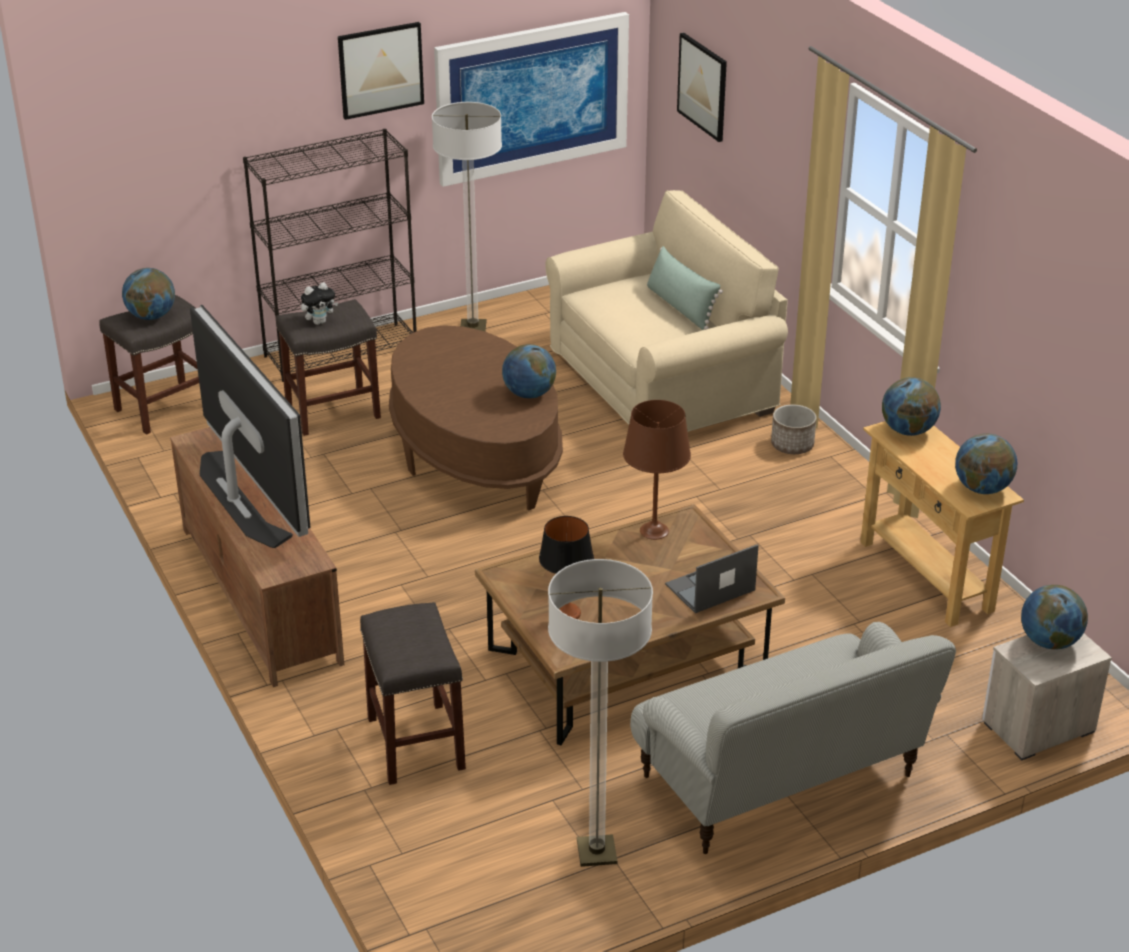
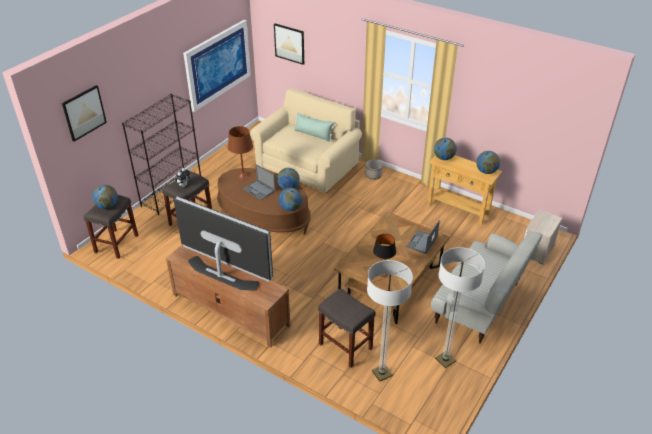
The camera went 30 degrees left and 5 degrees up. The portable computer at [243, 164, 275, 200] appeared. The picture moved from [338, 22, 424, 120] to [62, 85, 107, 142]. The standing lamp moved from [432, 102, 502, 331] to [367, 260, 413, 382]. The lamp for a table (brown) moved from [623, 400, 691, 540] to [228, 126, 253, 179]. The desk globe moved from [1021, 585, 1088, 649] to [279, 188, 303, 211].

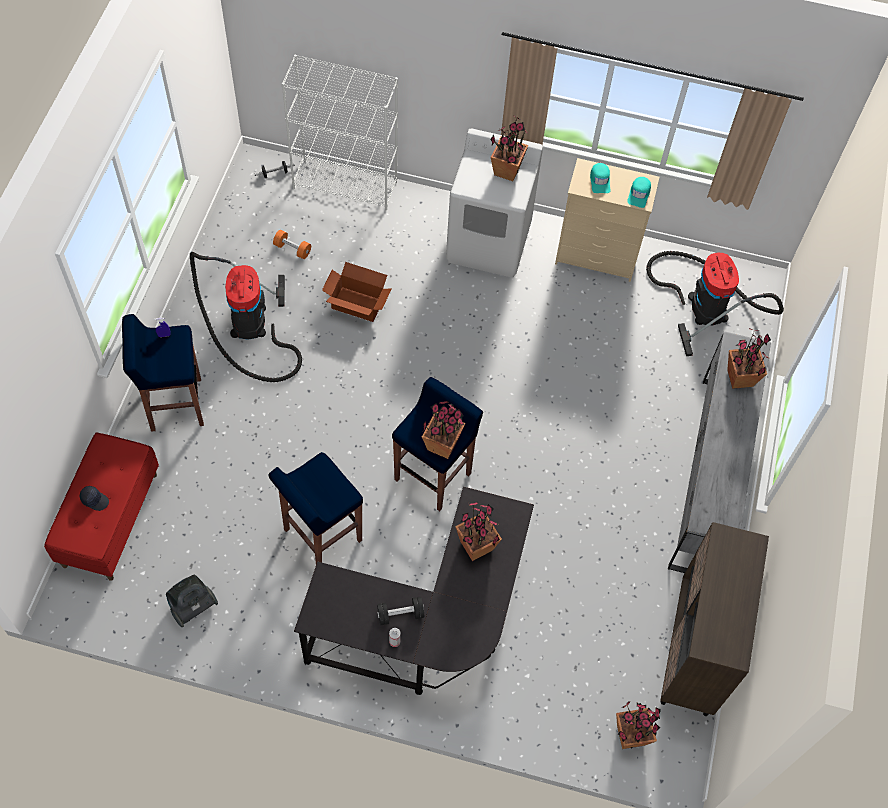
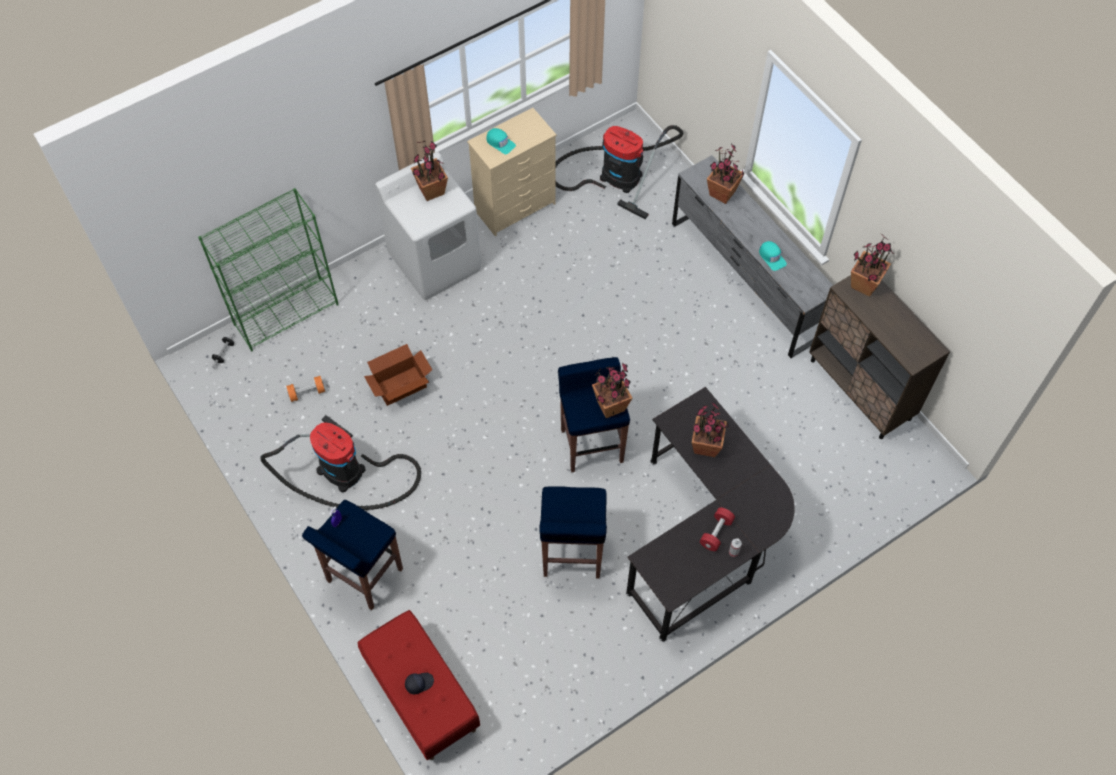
The camera went 45 degrees left and 0 degrees up. The vacuum at [166, 575, 218, 627] disappeared. The plant in a pot moved from [616, 702, 661, 749] to [851, 234, 894, 297]. The baseball cap (turquoise-coloured) moved from [627, 177, 651, 208] to [759, 241, 787, 271]. The shelving unit (white-coloured) at [282, 55, 398, 210] became the shelving unit (green) at [198, 188, 339, 352]. The free weight (black-coloured) at [377, 597, 424, 625] became the free weight (reddish) at [700, 507, 735, 551].

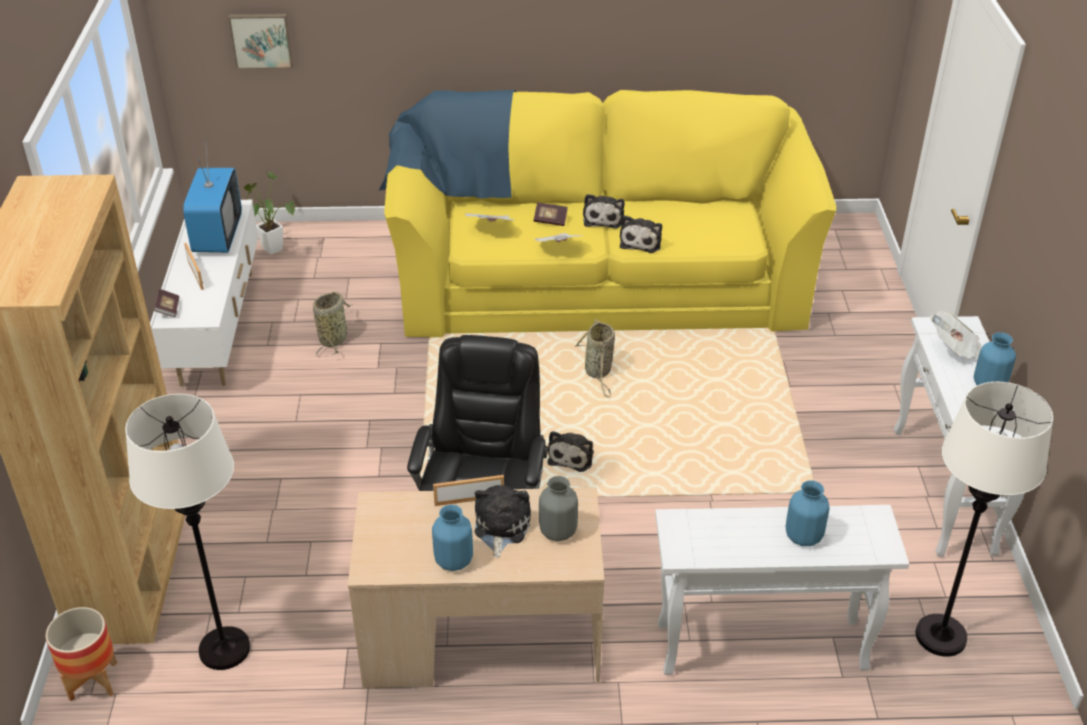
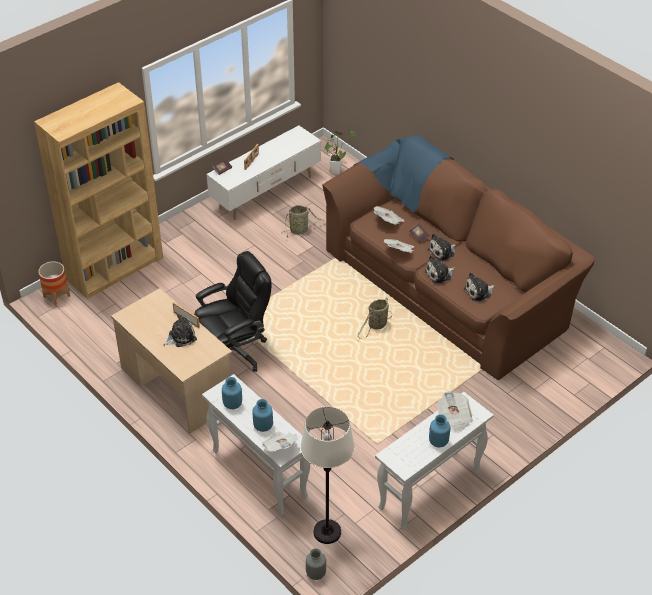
The camera went 50 degrees right and 5 degrees up. The standing lamp (white-coloured) at [125, 394, 250, 670] disappeared. The TV at [183, 141, 242, 253] disappeared. The picture at [228, 14, 293, 69] disappeared. The printed paper at [262, 432, 298, 452] appeared. The vase (blue-coloured) moved from [432, 504, 473, 571] to [222, 377, 242, 409]. The vase (grey) moved from [539, 476, 578, 541] to [306, 548, 326, 580]. The plush toy moved from [547, 431, 594, 472] to [464, 272, 495, 302]. The sofa (yellow-coloured) at [378, 90, 836, 337] became the sofa (brown) at [322, 135, 595, 381].

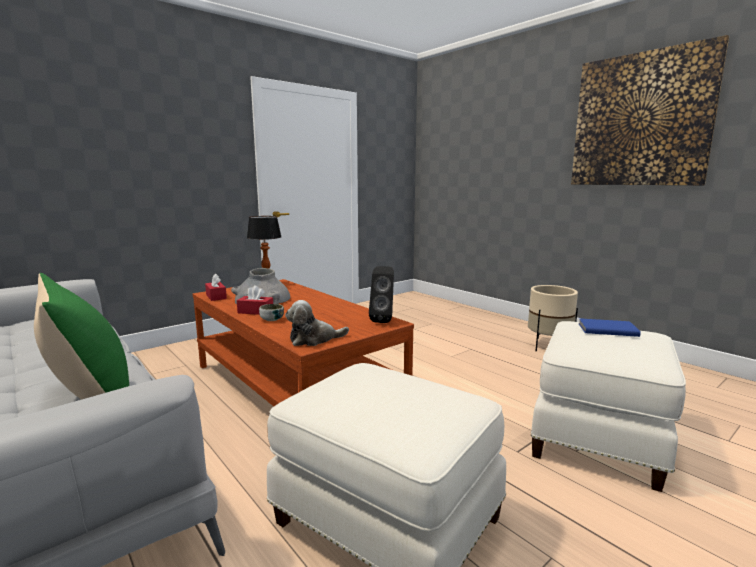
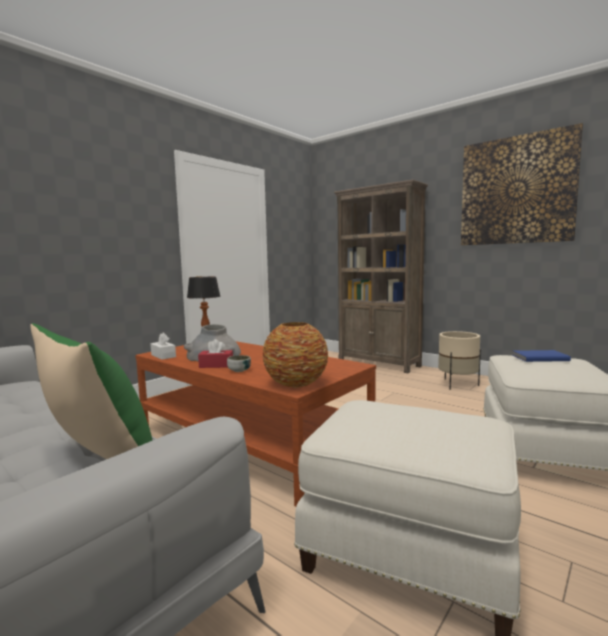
The camera went 10 degrees left and 5 degrees down. The loudspeaker (black-coloured) at [369, 266, 394, 323] disappeared. The shelving unit (brown) at [334, 179, 428, 373] appeared. The plush toy at [285, 300, 349, 346] was replaced by the vase at [262, 322, 329, 388]. The tissue box (reddish) at [205, 273, 227, 301] became the tissue box (white-coloured) at [151, 333, 176, 360].

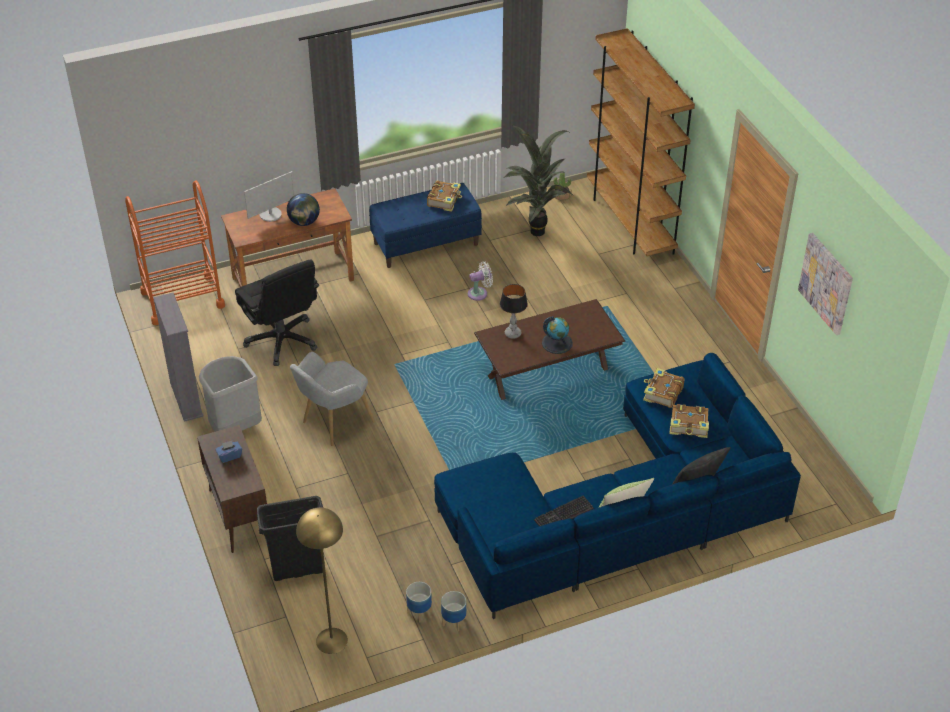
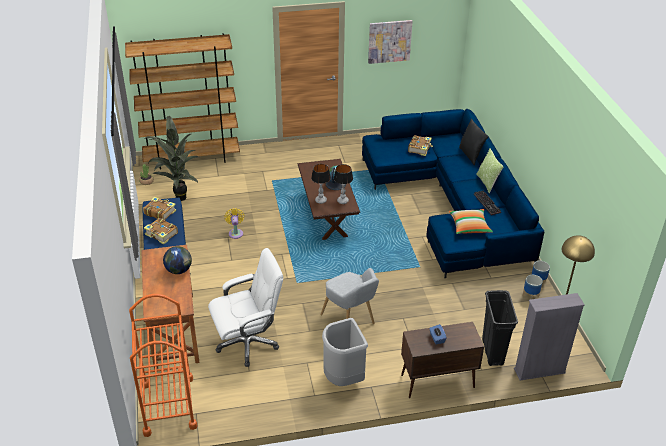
The camera went 80 degrees left and 5 degrees down. The monitor at [244, 171, 295, 222] disappeared. The lamp for a table at [334, 164, 353, 204] appeared. The cushion at [449, 209, 493, 234] appeared. The shelving unit (grey) moved from [153, 293, 204, 422] to [514, 293, 585, 380]. The book moved from [643, 368, 684, 408] to [144, 218, 178, 244]. The desk chair (black-coloured) at [235, 260, 319, 366] became the desk chair (white-coloured) at [208, 248, 283, 367]. The electric fan (white-coloured) at [468, 261, 493, 301] became the electric fan (yellow-coloured) at [224, 208, 244, 239].

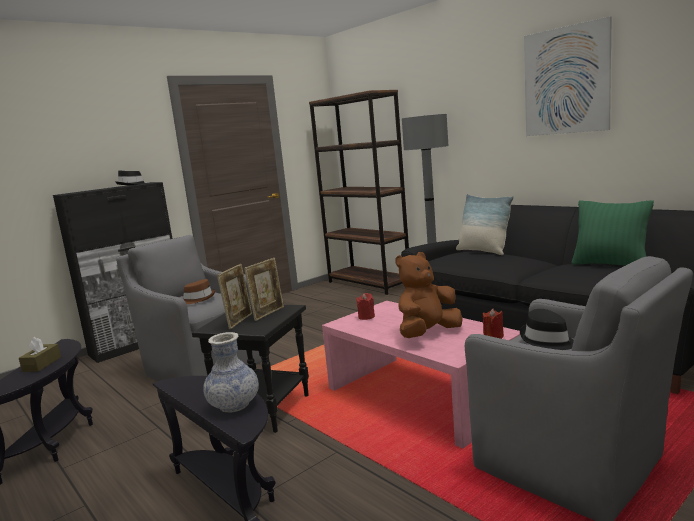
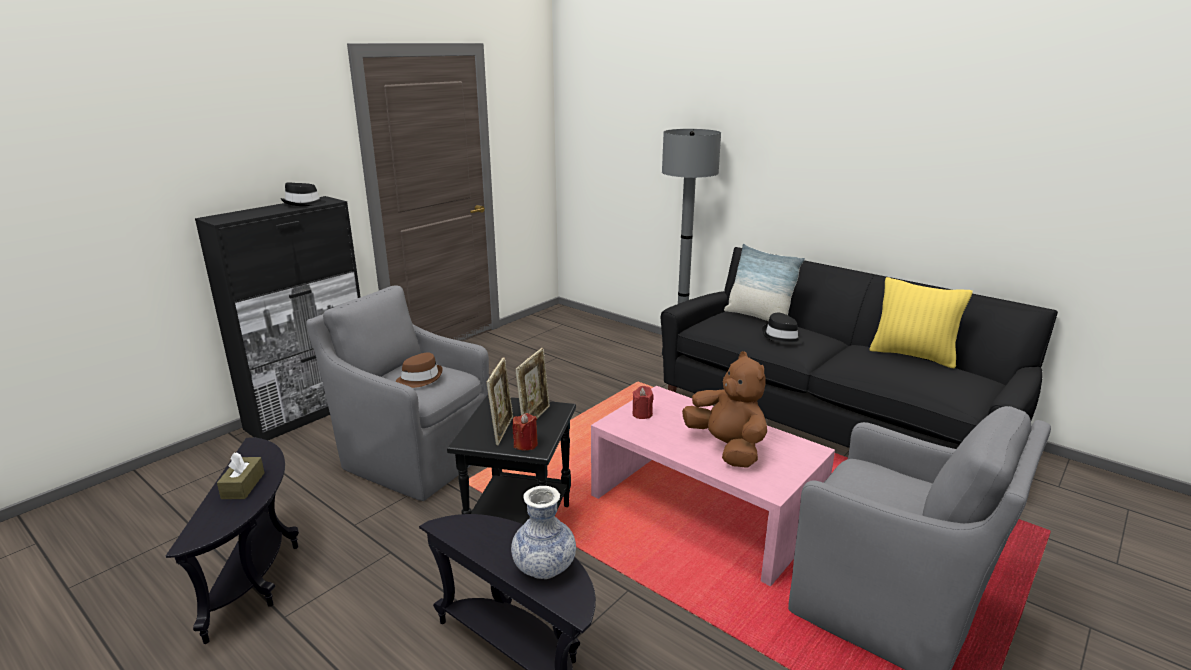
The camera went 10 degrees left and 10 degrees up. The shelving unit (brown) at [309, 90, 409, 295] disappeared. The picture at [524, 16, 612, 136] disappeared. The wax light (reddish) moved from [483, 309, 504, 339] to [513, 413, 538, 451]. The wearable hat (black-coloured) moved from [520, 309, 574, 350] to [762, 313, 803, 345]. The cushion (green) at [572, 200, 654, 266] became the cushion (yellow-coloured) at [869, 277, 973, 368]. The plush toy (brown) at [395, 252, 463, 338] turned 105 degrees clockwise.

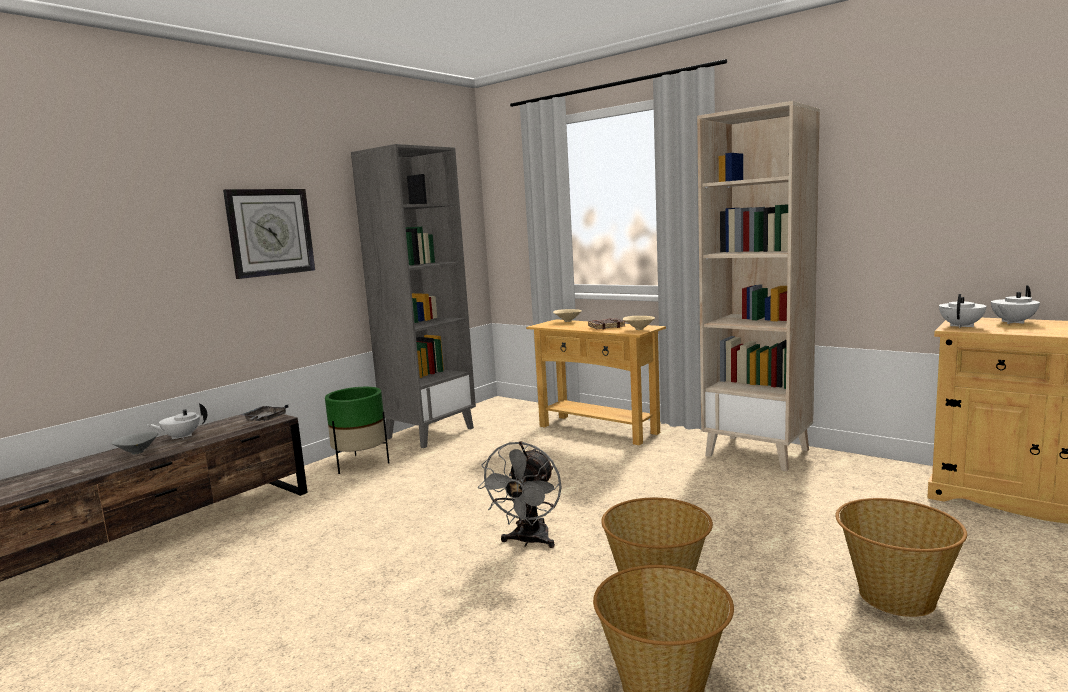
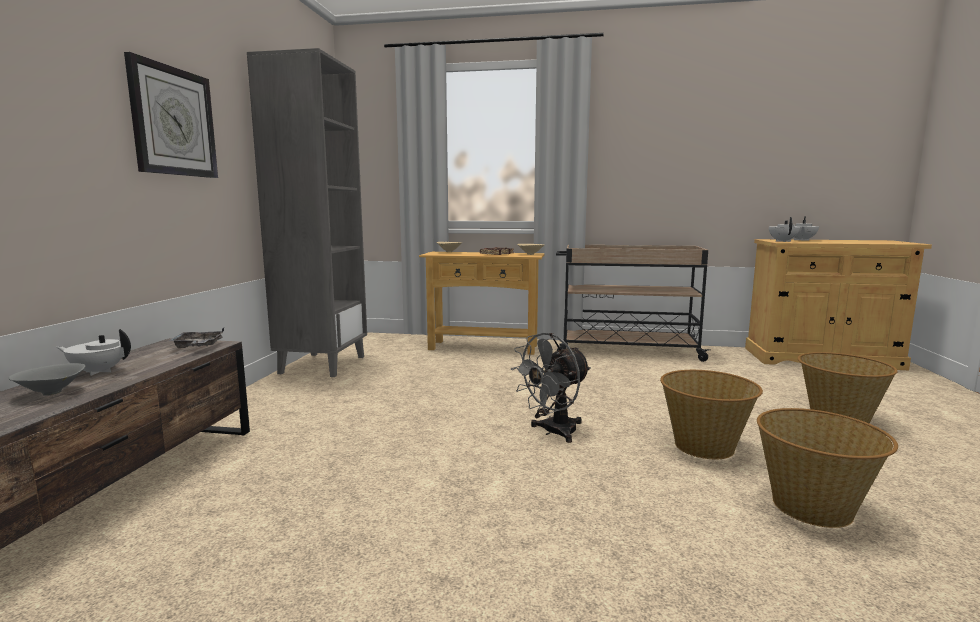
The camera went 30 degrees left and 0 degrees up. The plant pot (green) at [325, 387, 389, 474] disappeared. The shelving unit (beige-coloured) at [697, 101, 820, 471] was replaced by the wheeled cart (beige-coloured) at [556, 245, 710, 362]. The teapot (white-coloured) at [148, 403, 207, 439] turned 60 degrees clockwise. The electric fan (grey) at [478, 441, 562, 548] turned 60 degrees clockwise.

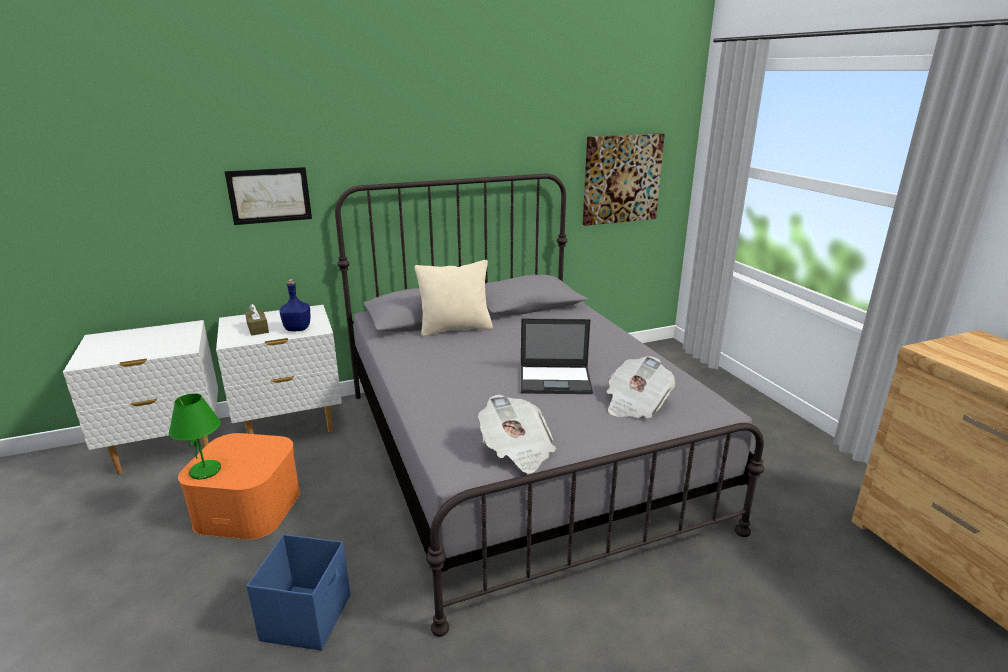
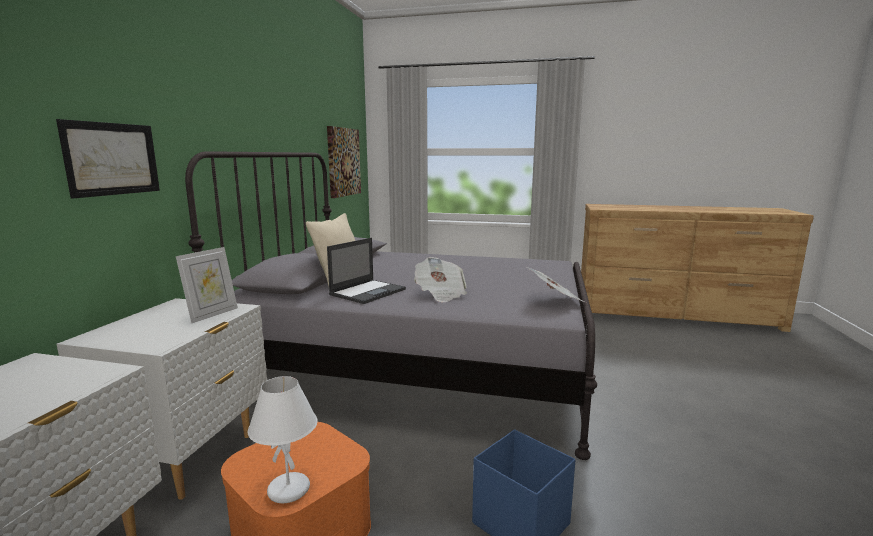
The camera went 55 degrees left and 10 degrees down. The tissue box (brown) at [245, 304, 269, 336] disappeared. The portable computer moved from [521, 319, 593, 394] to [327, 238, 406, 304]. The printed paper moved from [607, 356, 675, 418] to [414, 257, 467, 302]. The drink bottle (blue-coloured) at [280, 279, 310, 331] was replaced by the picture frame at [176, 247, 238, 324]. The lamp for a table (green) at [169, 393, 221, 479] became the lamp for a table (white-coloured) at [248, 376, 318, 503].

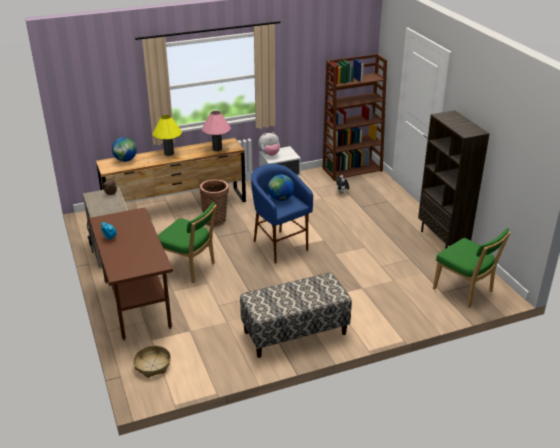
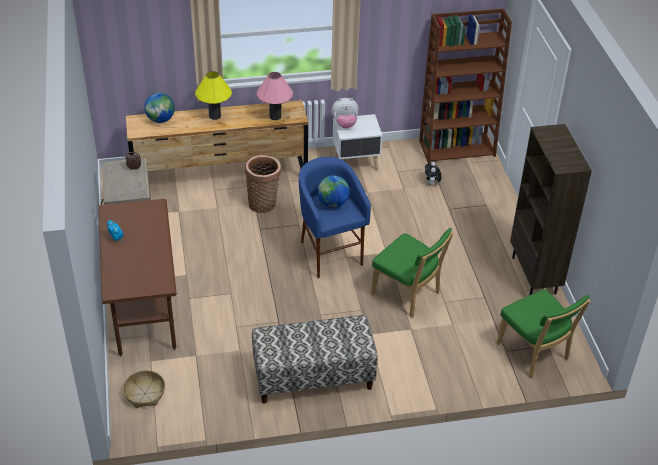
The camera went 10 degrees right and 10 degrees up. The plain chair (green) moved from [158, 202, 217, 283] to [371, 228, 454, 318].

